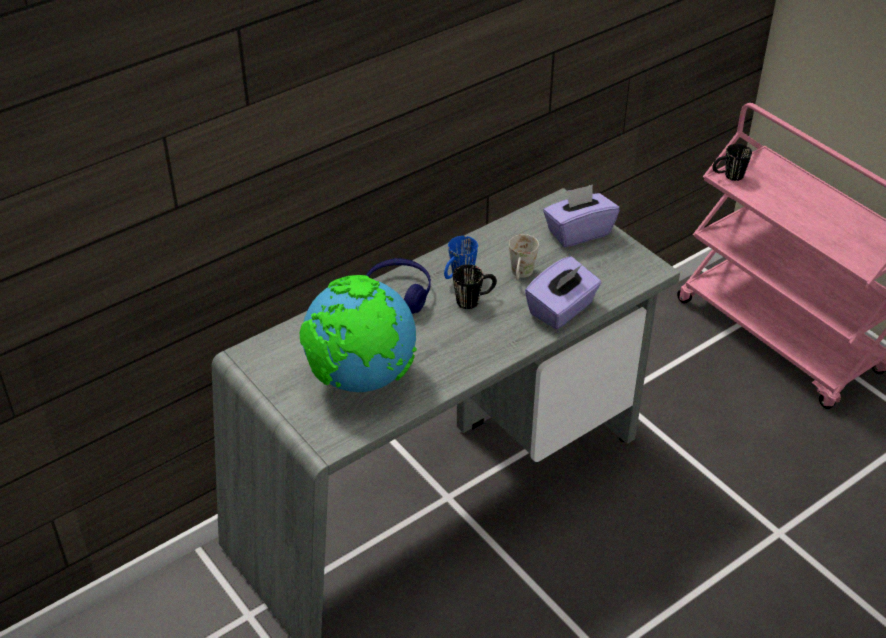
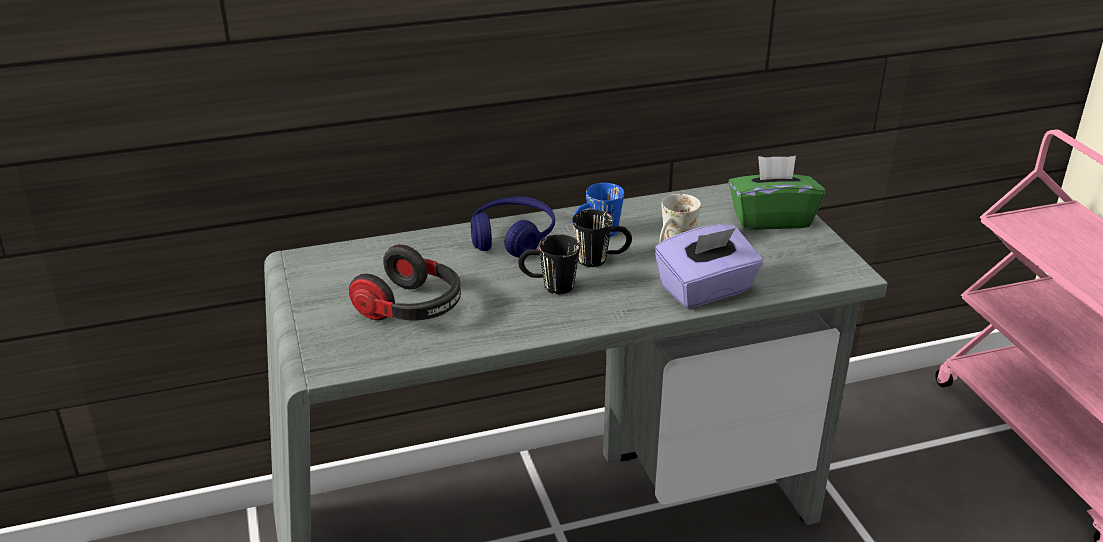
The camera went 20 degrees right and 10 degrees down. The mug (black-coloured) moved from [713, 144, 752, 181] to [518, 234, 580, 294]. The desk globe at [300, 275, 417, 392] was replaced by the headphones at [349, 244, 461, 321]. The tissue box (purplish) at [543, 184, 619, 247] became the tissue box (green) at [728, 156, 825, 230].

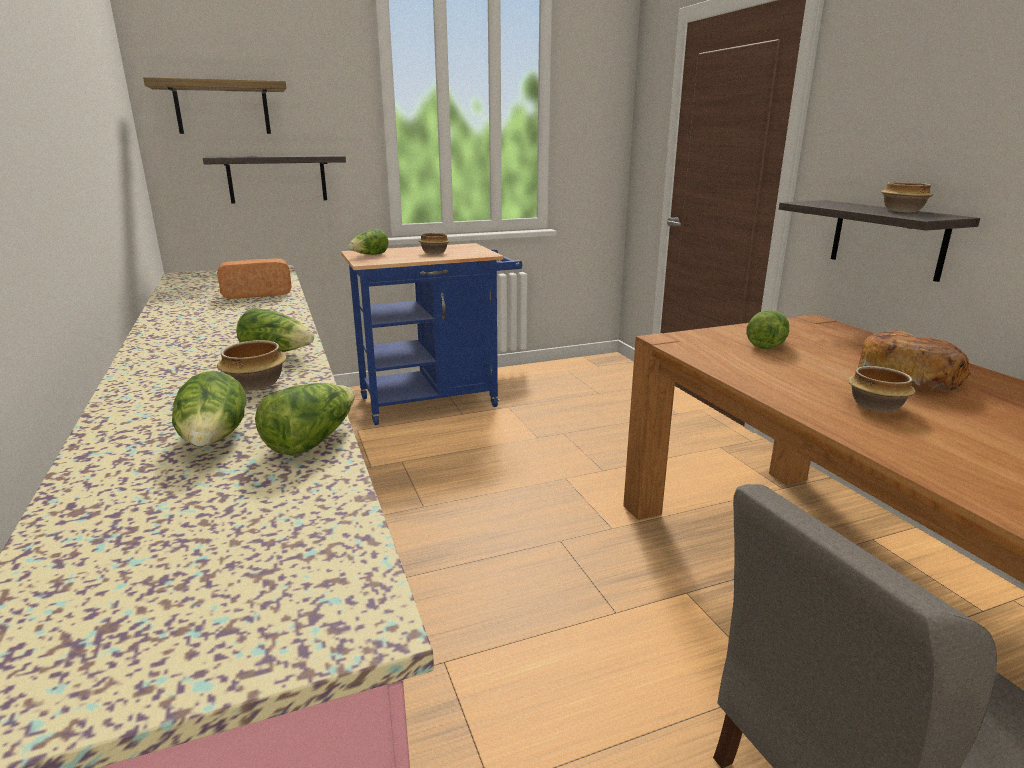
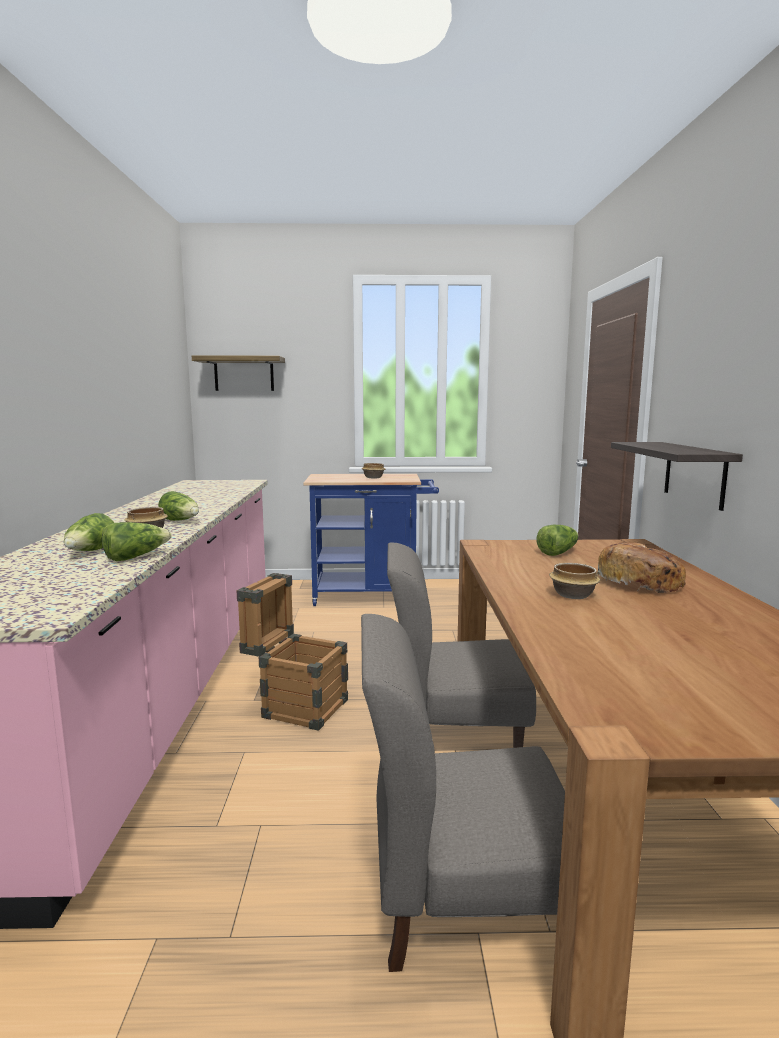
The camera went 20 degrees right and 10 degrees down. The bracket shelf at [203, 155, 346, 204] disappeared. The bakery bread at [217, 258, 292, 299] disappeared. The lettuce at [348, 229, 389, 255] disappeared. The bowl at [881, 182, 933, 212] disappeared. The crate at [237, 573, 348, 731] appeared. The plain chair (grey) at [387, 542, 536, 748] appeared.

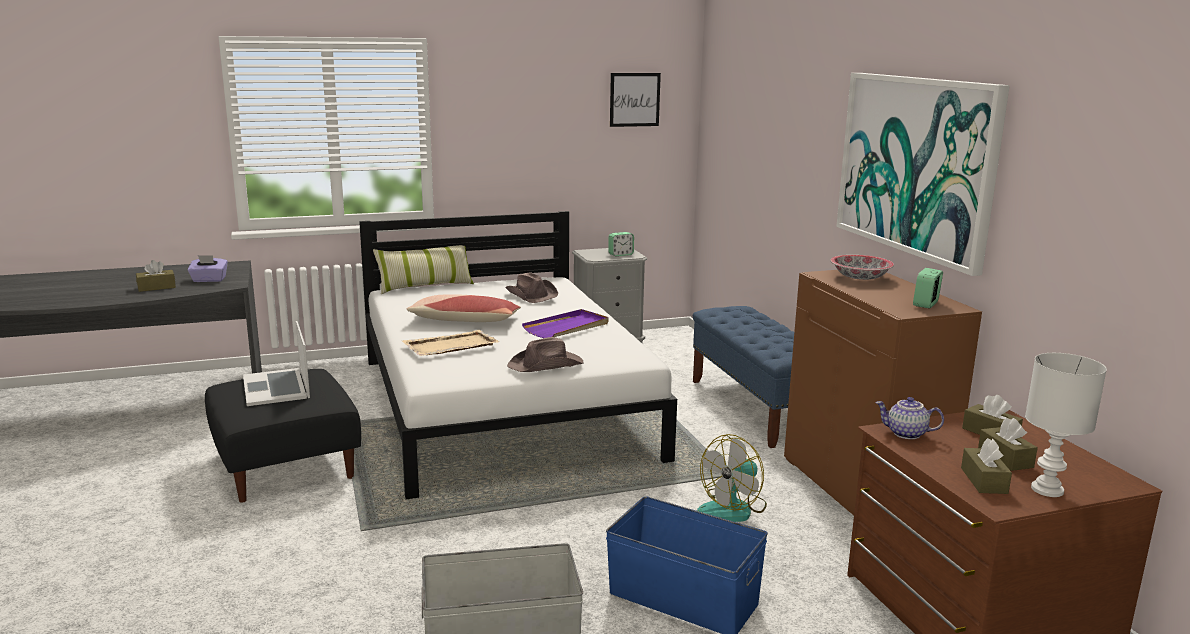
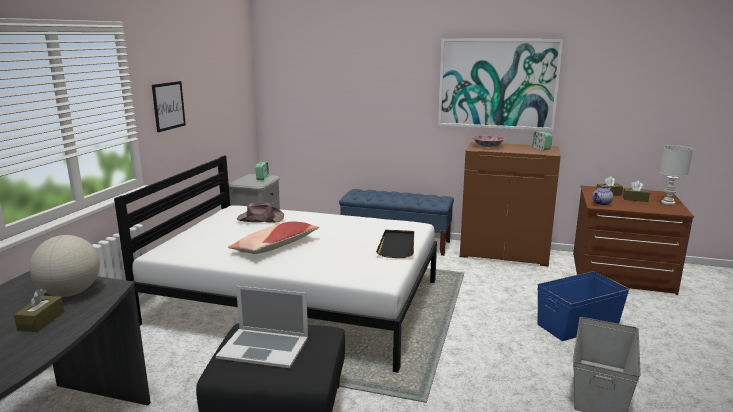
The camera went 55 degrees left and 0 degrees up. The cushion at [373, 245, 474, 294] disappeared. The carrying tray (beige-coloured) at [402, 330, 500, 356] disappeared. The carrying tray (purplish) at [522, 309, 609, 338] disappeared. The electric fan at [697, 434, 767, 522] disappeared. The tissue box (brown) at [961, 438, 1012, 494] disappeared. The picture moved from [610, 73, 661, 127] to [152, 81, 186, 132]. The tissue box (purplish) at [188, 255, 228, 282] was replaced by the desk globe at [30, 235, 100, 297]. The wearable hat (brown) at [507, 337, 584, 372] was replaced by the carrying tray (black-coloured) at [376, 230, 414, 258].

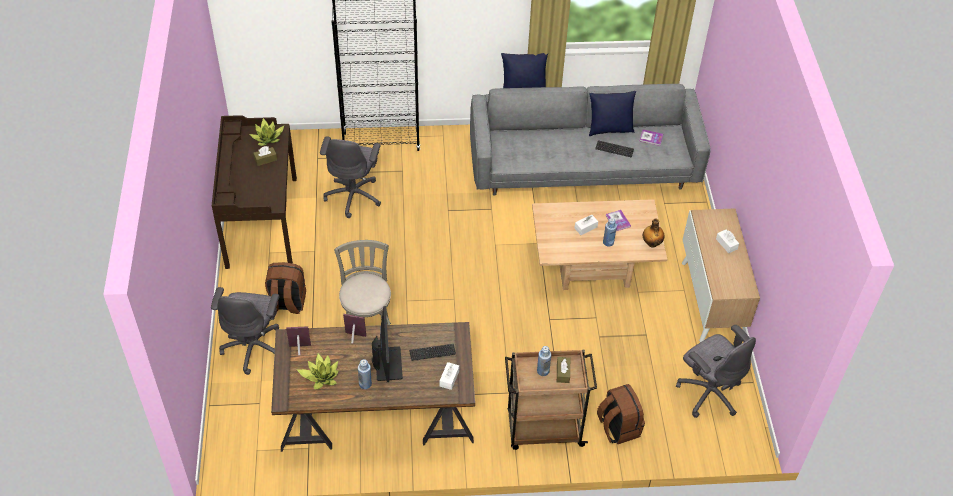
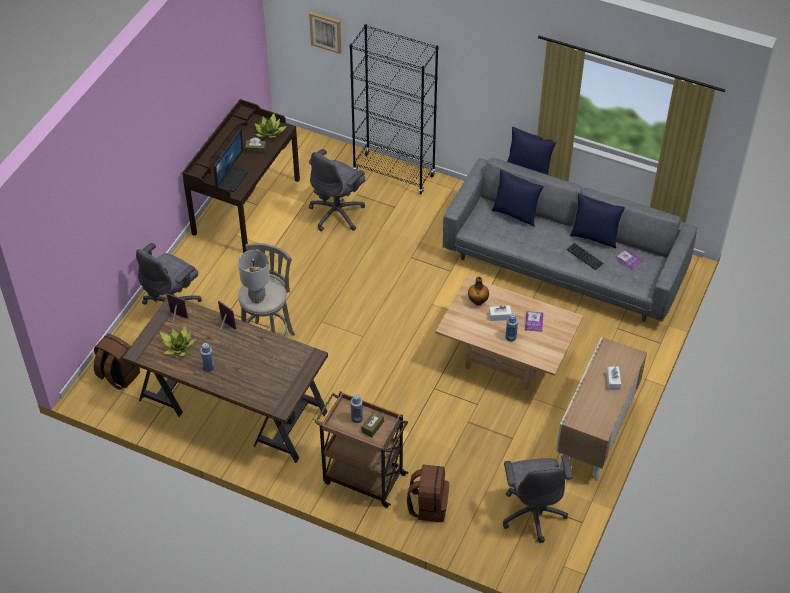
The camera went 30 degrees right and 0 degrees up. The keyboard at [409, 344, 456, 361] disappeared. The tissue box (white-coloured) at [440, 362, 459, 390] disappeared. The lamp for a table (grey) at [238, 250, 270, 303] appeared. The picture at [309, 12, 341, 54] appeared. The cushion (blue-coloured) at [492, 169, 544, 227] appeared. The rucksack (brown) moved from [265, 262, 306, 314] to [94, 334, 140, 390]. The monitor moved from [372, 306, 403, 382] to [213, 129, 248, 192]. The drink bottle moved from [643, 218, 664, 248] to [468, 277, 489, 305].

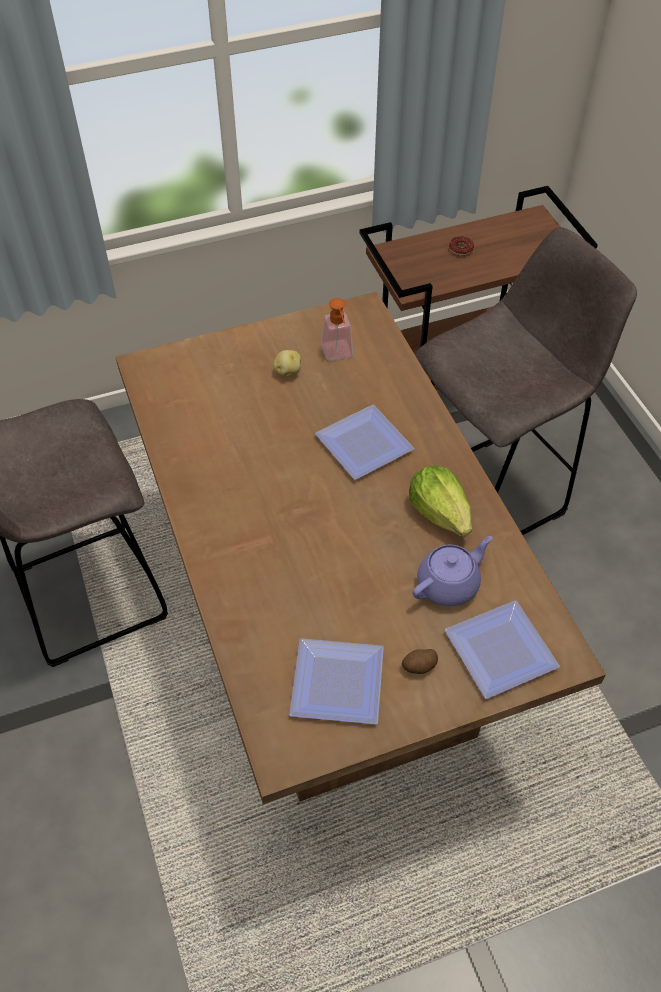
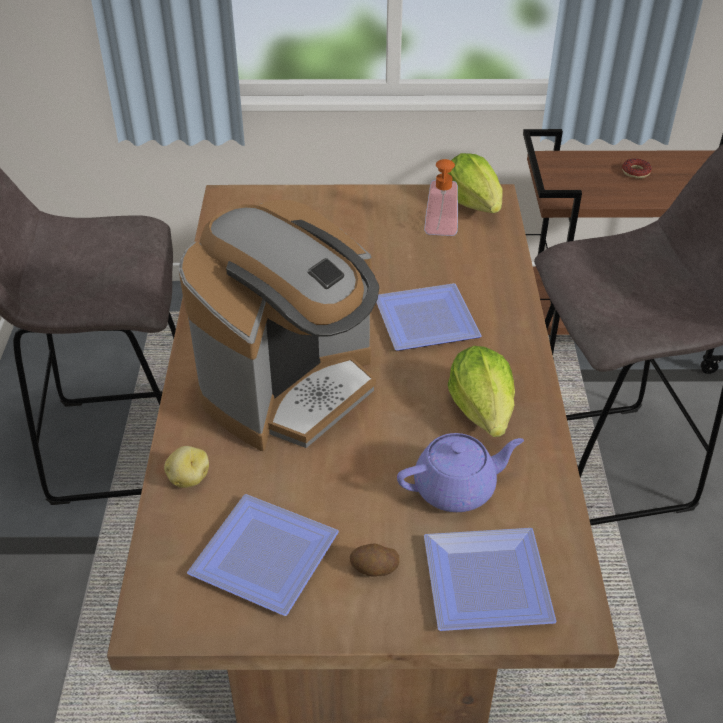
The camera went 20 degrees right and 10 degrees down. The coffee machine at [179, 200, 379, 451] appeared. The lettuce at [448, 153, 503, 213] appeared. The whole potato moved from [273, 350, 301, 378] to [164, 446, 209, 488].

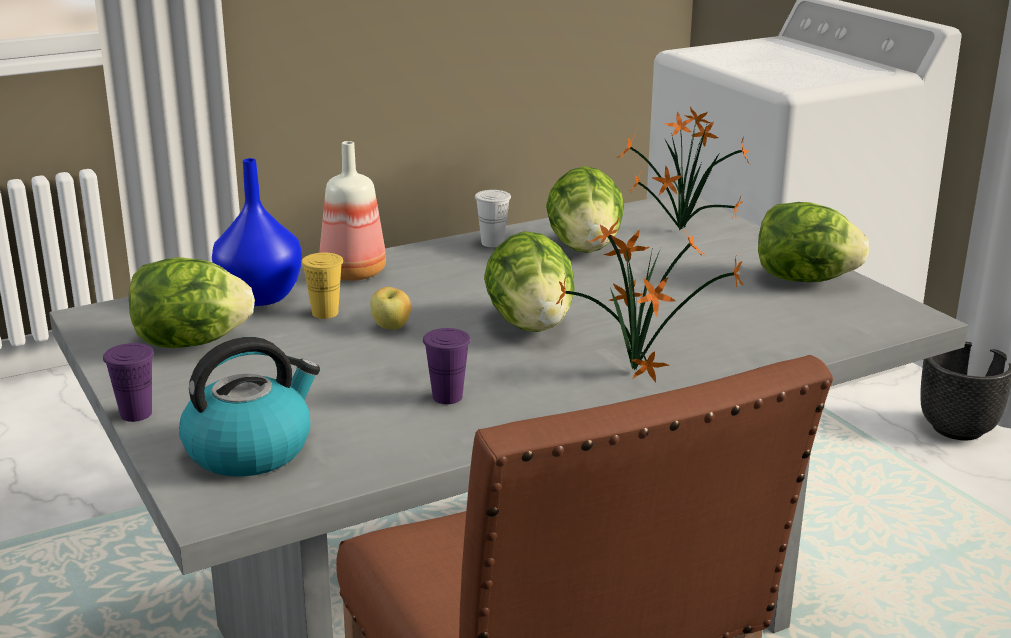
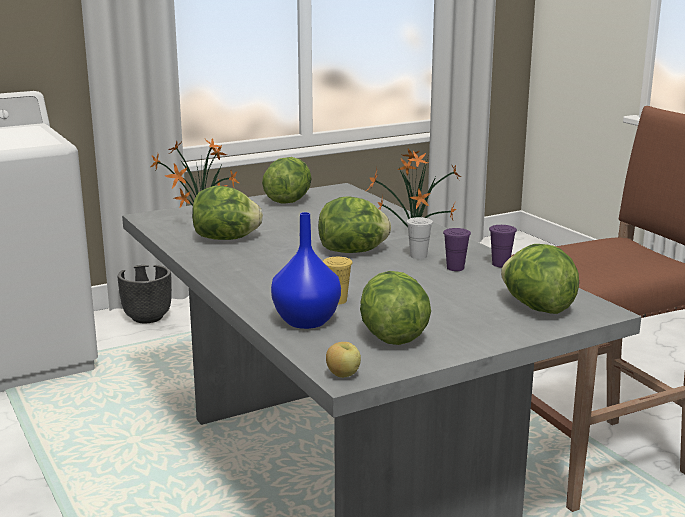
The camera went 90 degrees left and 5 degrees down. The drink bottle at [319, 141, 386, 281] disappeared. The cup (purplish) moved from [103, 343, 154, 422] to [489, 225, 517, 267]. The apple fruit moved from [370, 287, 411, 330] to [326, 342, 361, 378]. The cup (white-coloured) moved from [475, 190, 511, 247] to [406, 217, 433, 259]. The kettle at [179, 337, 320, 477] was replaced by the lettuce at [501, 244, 579, 314].

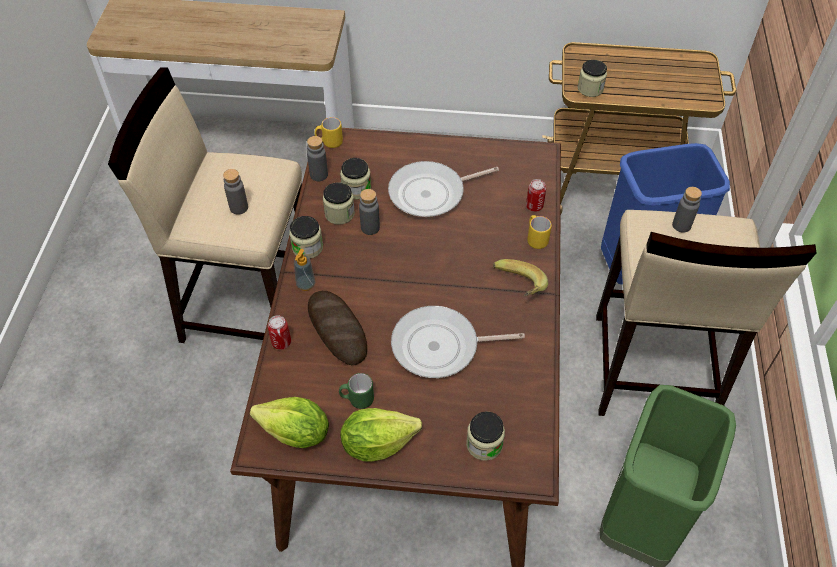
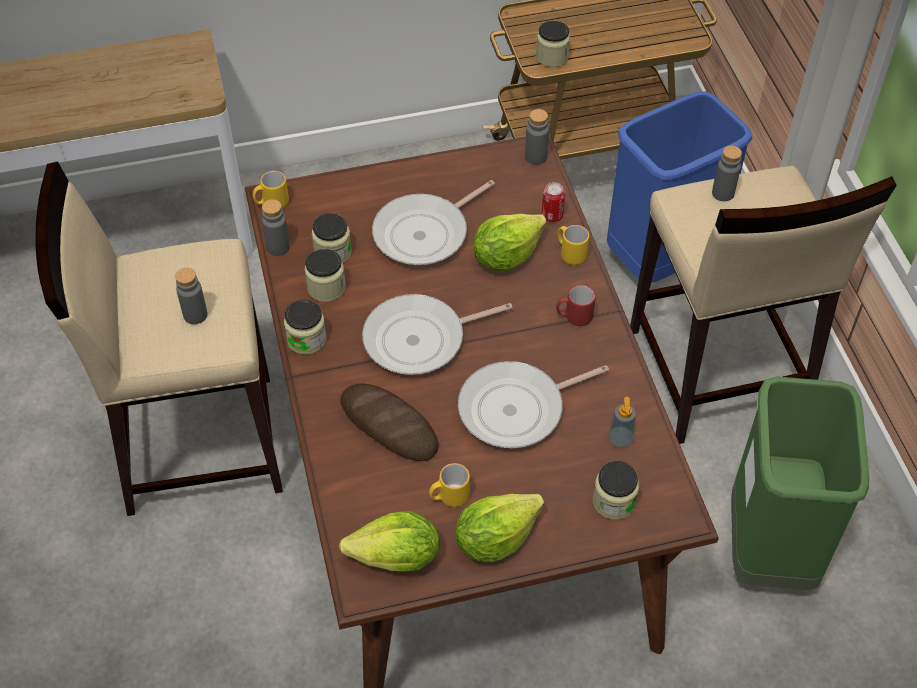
The camera went 20 degrees left and 0 degrees up. The metal can at [268, 315, 291, 350] disappeared. The pan at [362, 294, 513, 375] appeared. The lettuce at [473, 214, 547, 272] appeared. The soap bottle moved from [294, 249, 315, 291] to [608, 397, 636, 448]. The drink bottle (grey) moved from [359, 189, 380, 235] to [525, 109, 549, 165]. The banana at [493, 259, 548, 296] was replaced by the mug (reddish) at [556, 285, 596, 326]. The mug (green) at [339, 373, 374, 409] became the mug (yellow-coloured) at [429, 463, 470, 507].

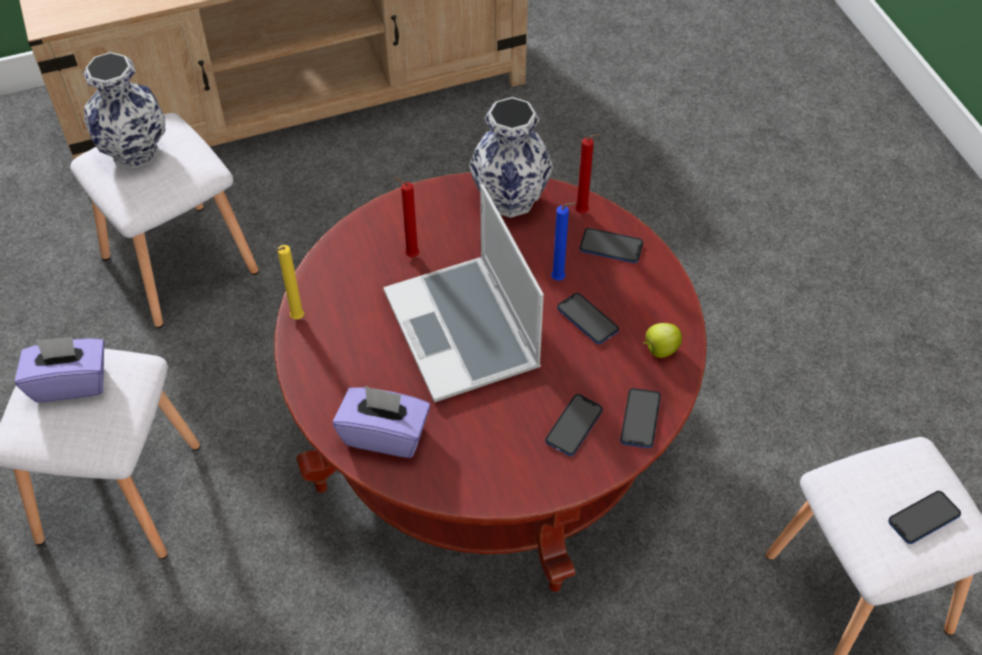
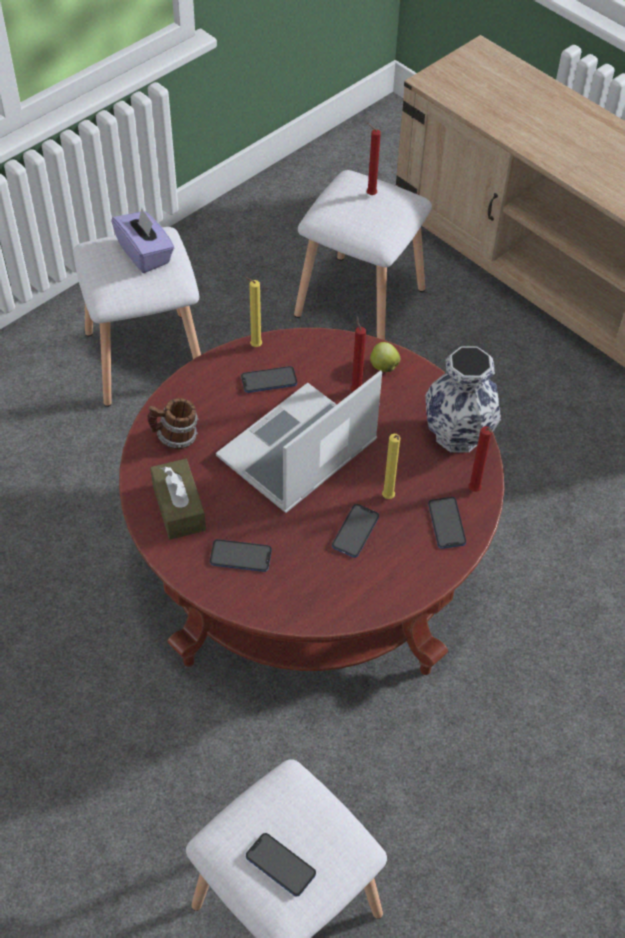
The camera went 65 degrees right and 0 degrees up. The tissue box (brown) at [150, 459, 206, 540] appeared. The phone moved from [620, 388, 661, 448] to [241, 366, 297, 393]. The apple fruit moved from [643, 323, 682, 358] to [370, 342, 400, 372]. The vase at [83, 52, 165, 169] was replaced by the wax light (reddish) at [367, 123, 381, 195]. The tissue box (purplish) at [333, 385, 430, 458] was replaced by the mug at [147, 398, 198, 450]. The wax light (blue-coloured) at [551, 203, 576, 281] became the wax light (yellow-coloured) at [382, 434, 401, 499].

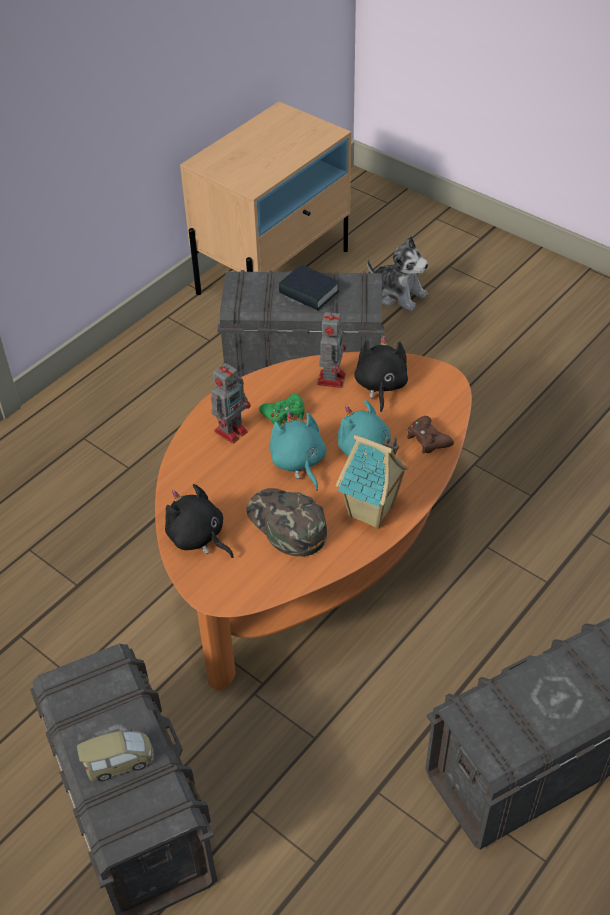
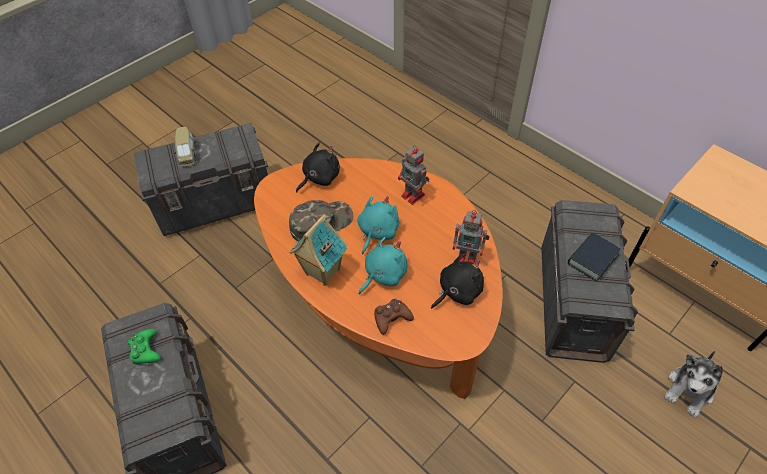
The camera went 95 degrees right and 5 degrees up. The gamepad (green) moved from [259, 393, 304, 427] to [128, 329, 161, 364]. The plush toy (turquoise-coloured) at [270, 412, 326, 490] turned 45 degrees counterclockwise. The plush toy (black-coloured) at [355, 336, 408, 412] turned 45 degrees counterclockwise.

